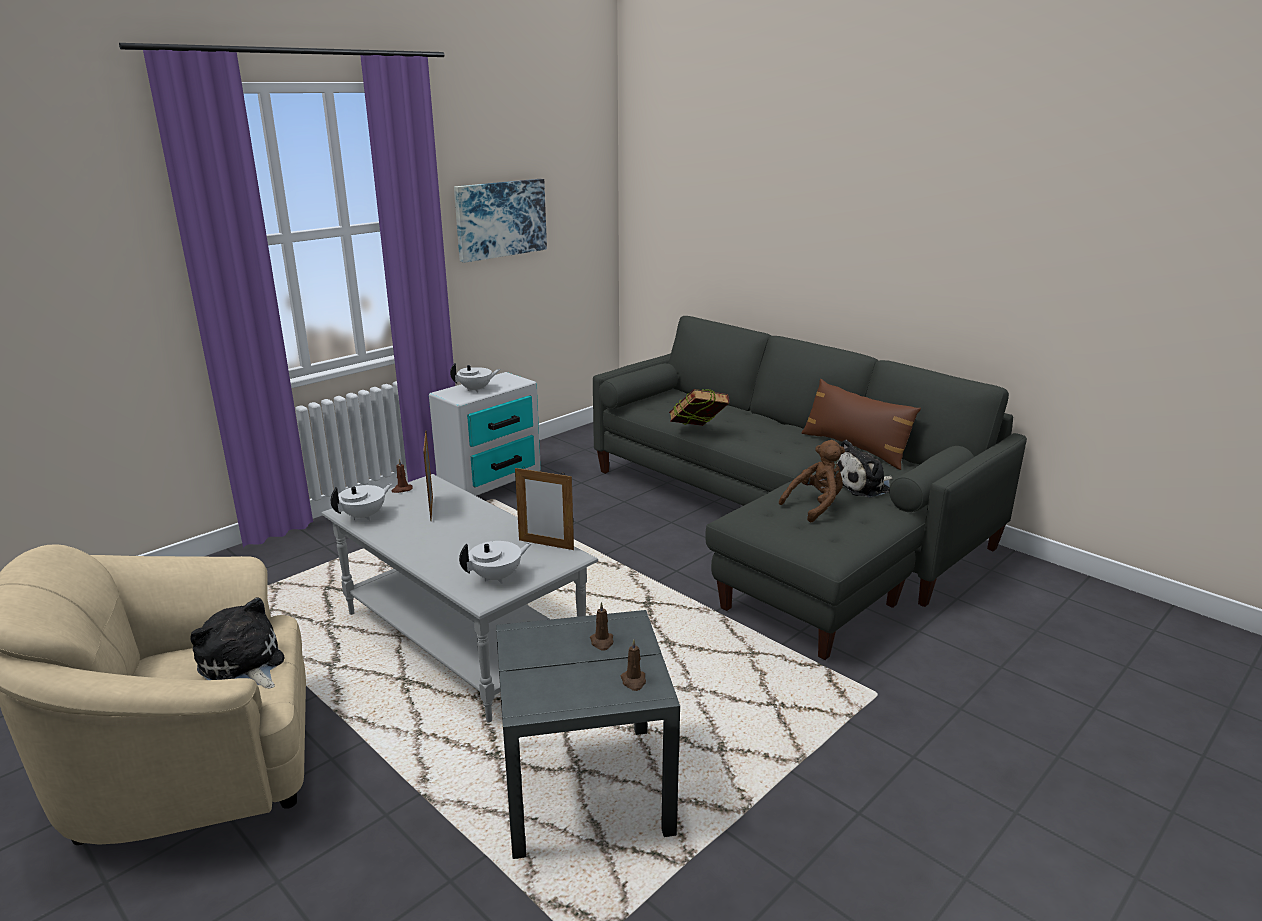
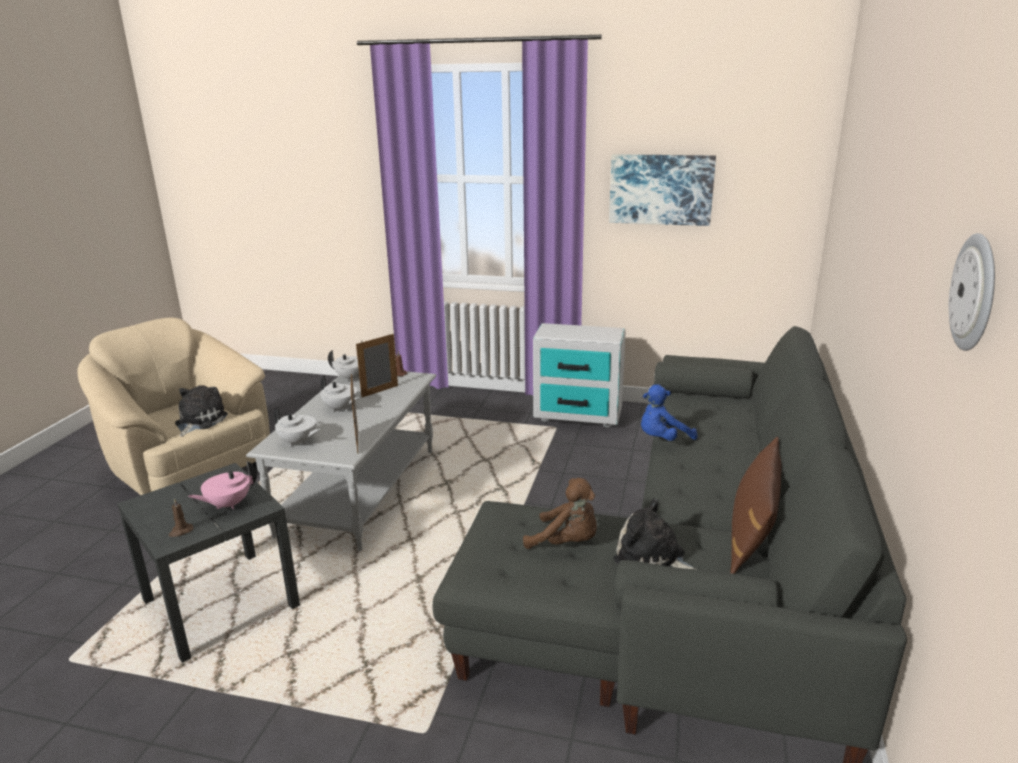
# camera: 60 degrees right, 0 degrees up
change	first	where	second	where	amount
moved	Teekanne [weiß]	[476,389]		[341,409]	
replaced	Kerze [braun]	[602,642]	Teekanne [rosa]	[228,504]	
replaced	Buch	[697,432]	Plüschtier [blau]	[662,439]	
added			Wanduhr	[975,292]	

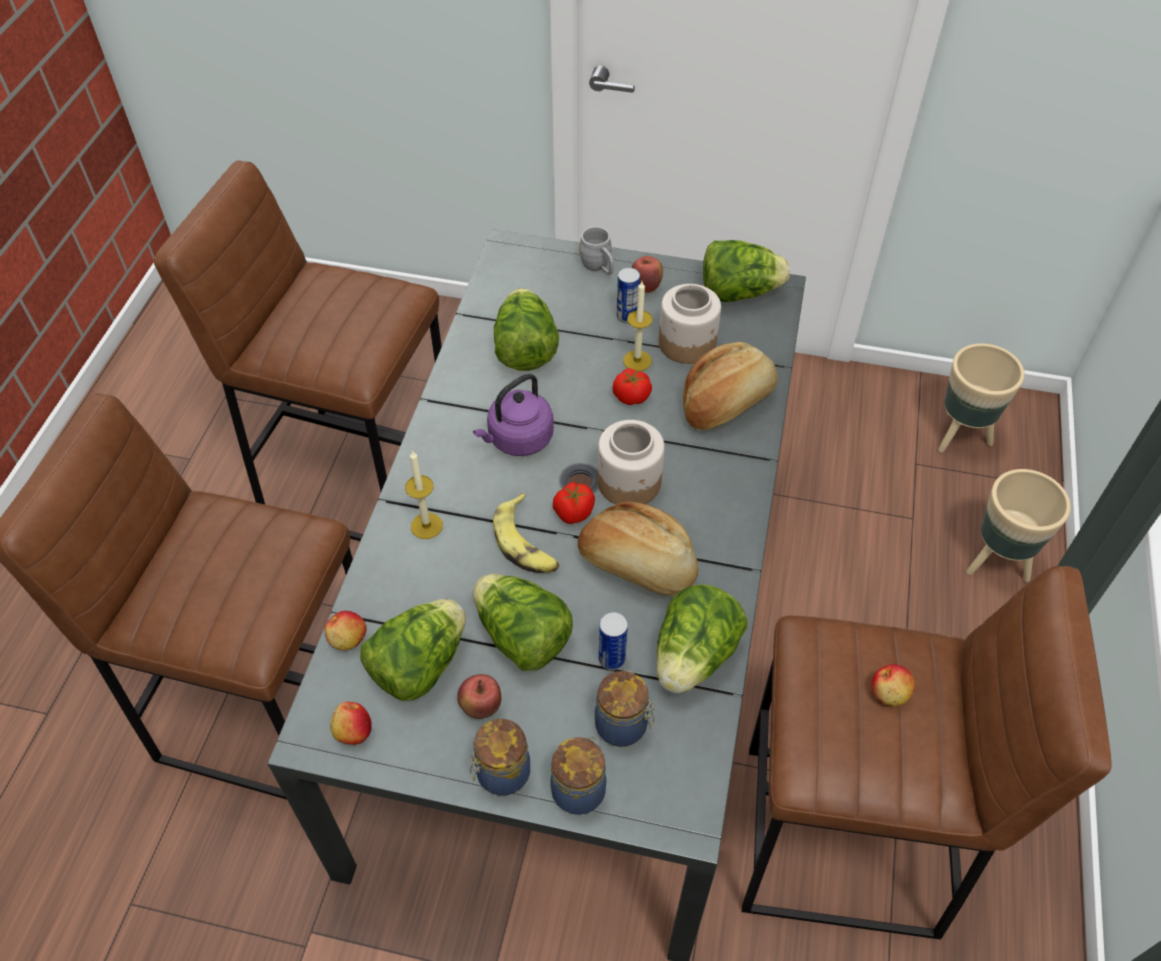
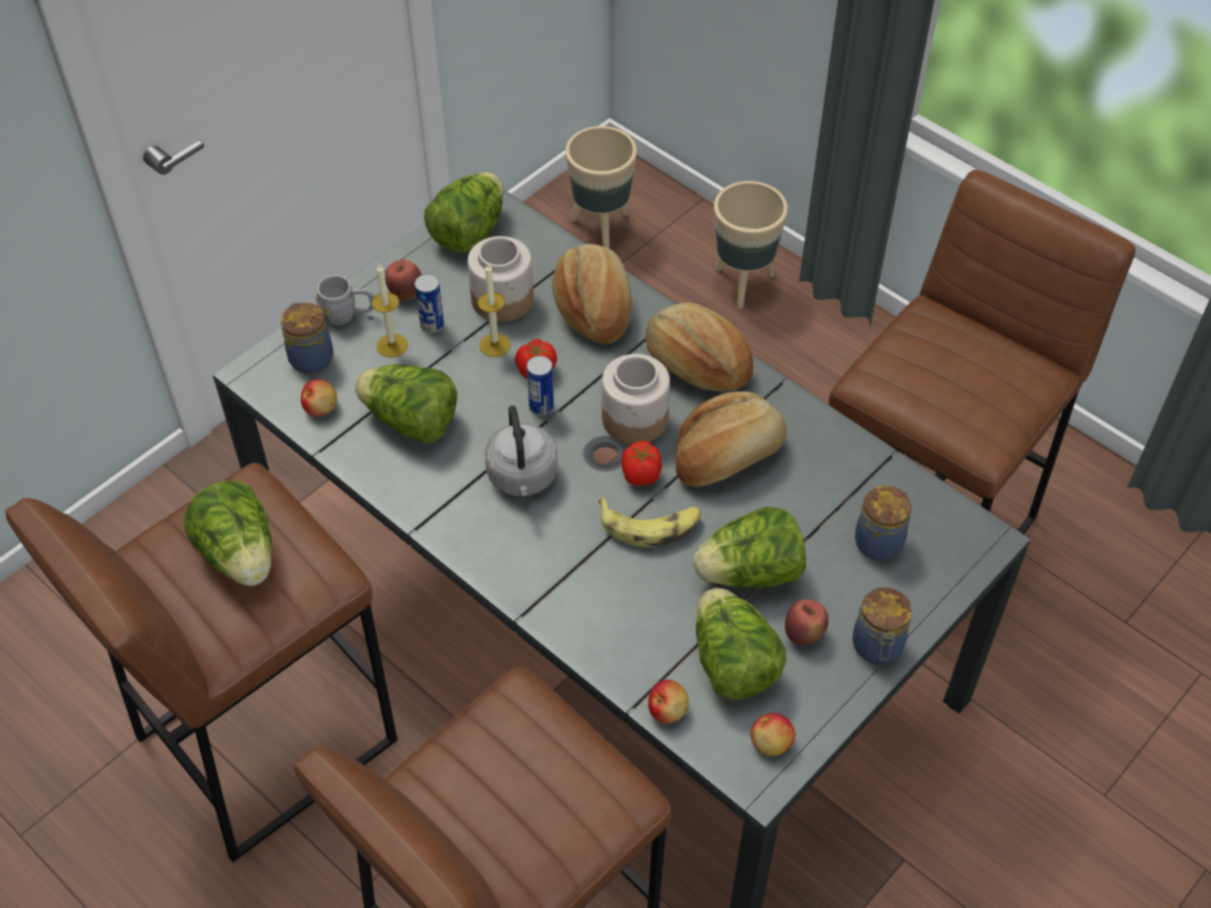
# camera: 60 degrees left, 0 degrees up
change	first	where	second	where	amount
moved	Kerze	[426,526]		[392,345]	
recoloured	Wasserkessel [lila]	[517,439]	Wasserkessel [grau]	[523,478]	
moved	Vorratsglas	[580,789]		[310,357]	
moved	Dose	[611,659]		[541,407]	
moved	Salatkopf	[694,657]		[240,555]	
moved	Apfel	[889,693]		[321,407]	
added			Brot	[697,363]	

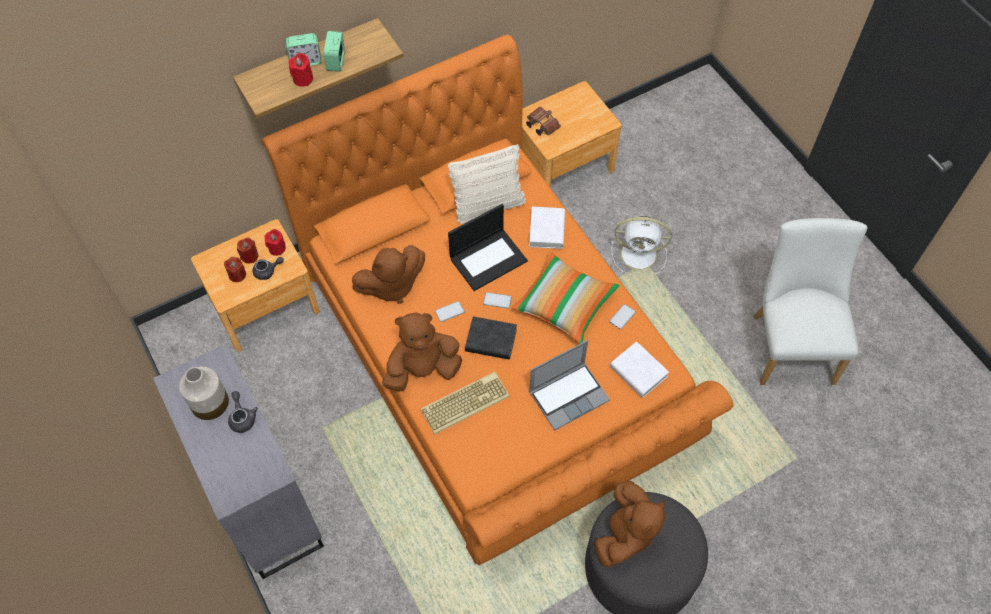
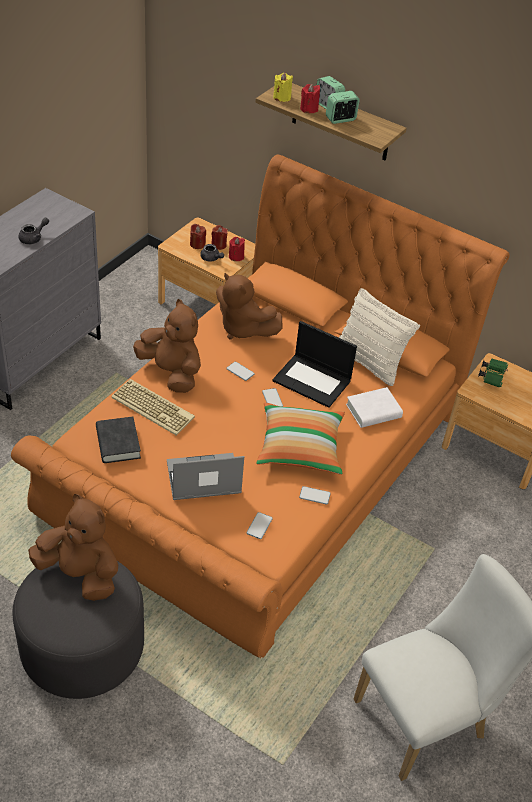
# camera: 60 degrees right, 15 degrees down
change	first	where	second	where	amount
removed	Vase [beige]	[210,402]			
moved	Buch [schwarz]	[491,341]		[118,443]	
recoloured	Fernglas [braun]	[541,125]	Fernglas [grün]	[492,376]	
turned	Laptop	[569,395]		[202,479]	135 degrees clockwise
turned	Plüschtier [braun]	[625,534]		[80,574]	150 degrees counterclockwise
replaced	Buch [weiß]	[638,372]	Handy	[259,526]	
removed	Ventilator [weiß]	[640,254]			
added			Kerze [gelb]	[282,97]	

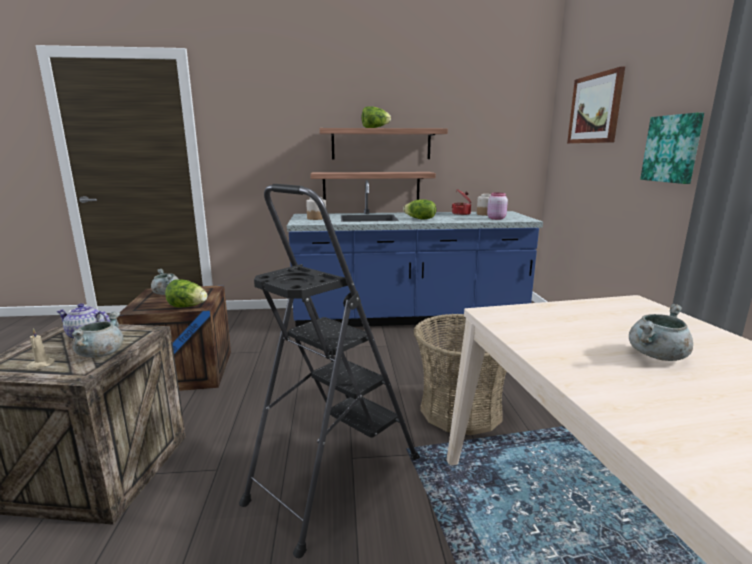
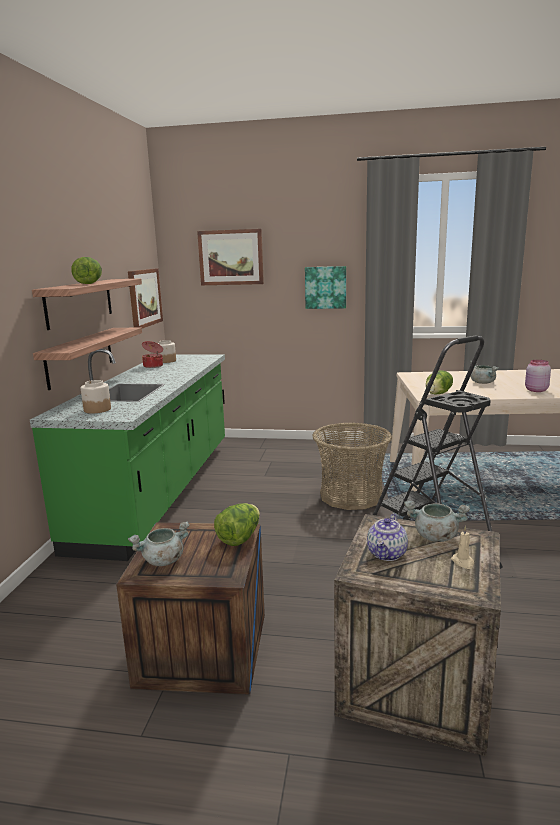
# camera: 75 degrees left, 0 degrees up
change	first	where	second	where	amount
recoloured	Küchenzeile [blau]	[409,317]	Küchenzeile [grün]	[159,491]	
moved	Salatkopf	[420,219]		[438,394]	
moved	Vorratsglas [rosa]	[496,218]		[535,390]	
added			Bild	[144,298]	

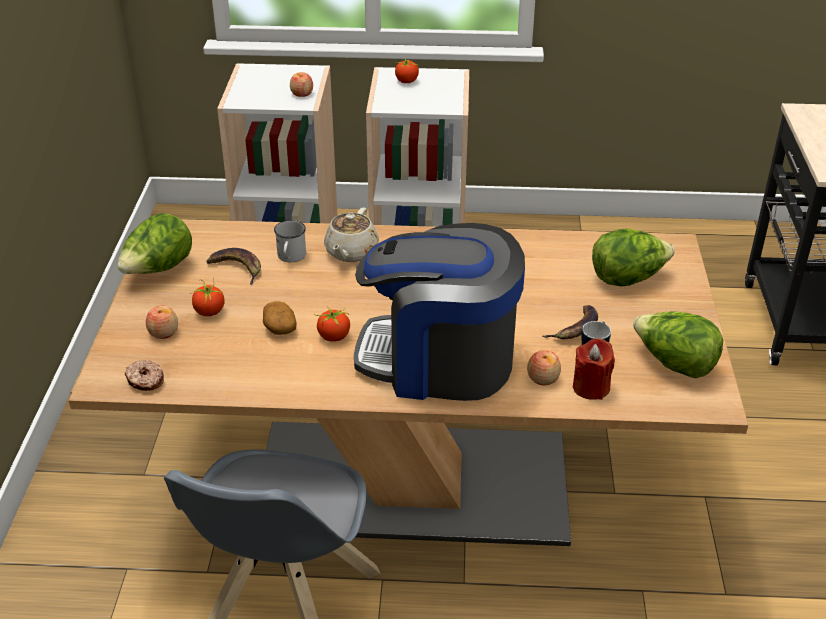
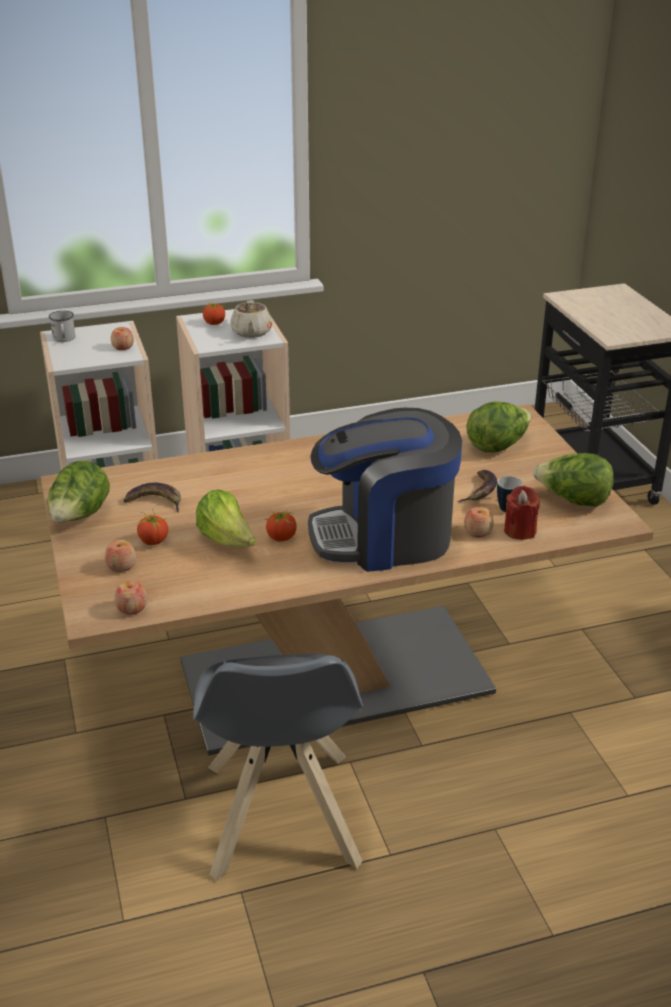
# camera: 20 degrees left, 5 degrees down
change	first	where	second	where	amount
replaced	Donut	[145,381]	Apfel	[132,608]	
replaced	Kartoffel	[279,327]	Salatkopf	[227,540]	
moved	Henkelbecher [weiß]	[290,257]		[64,339]	
moved	Teekanne [beige]	[351,252]		[251,332]	

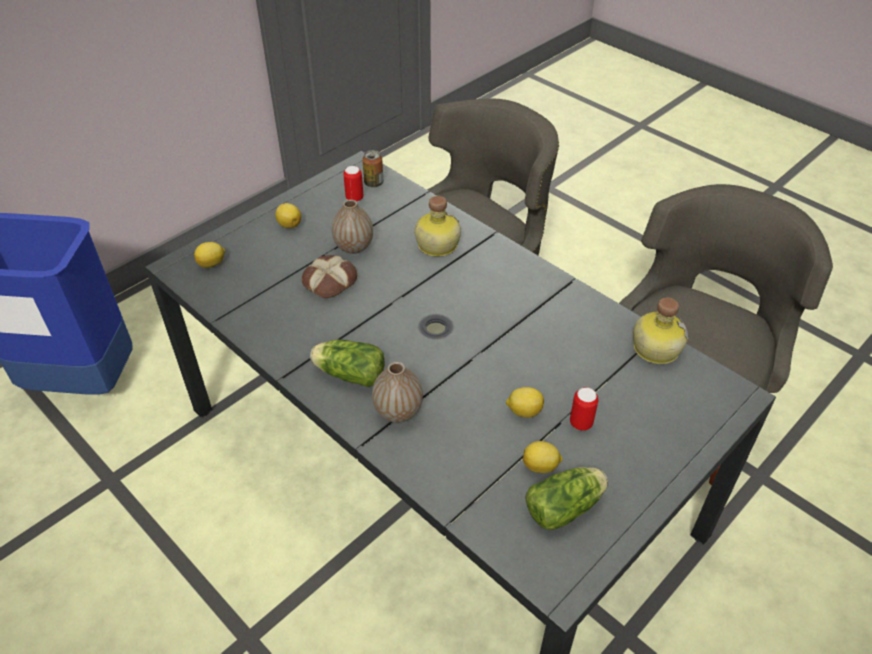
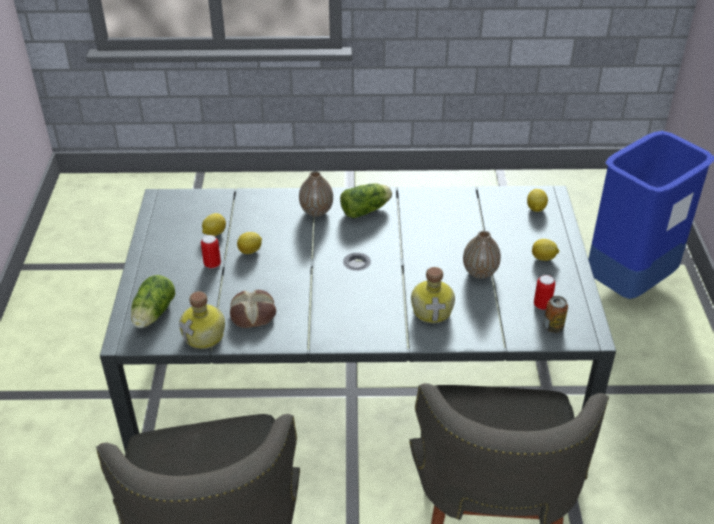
# camera: 135 degrees right, 5 degrees down
change	first	where	second	where	amount
moved	Brot	[329,281]		[253,313]	
moved	Salatkopf	[566,506]		[152,315]	

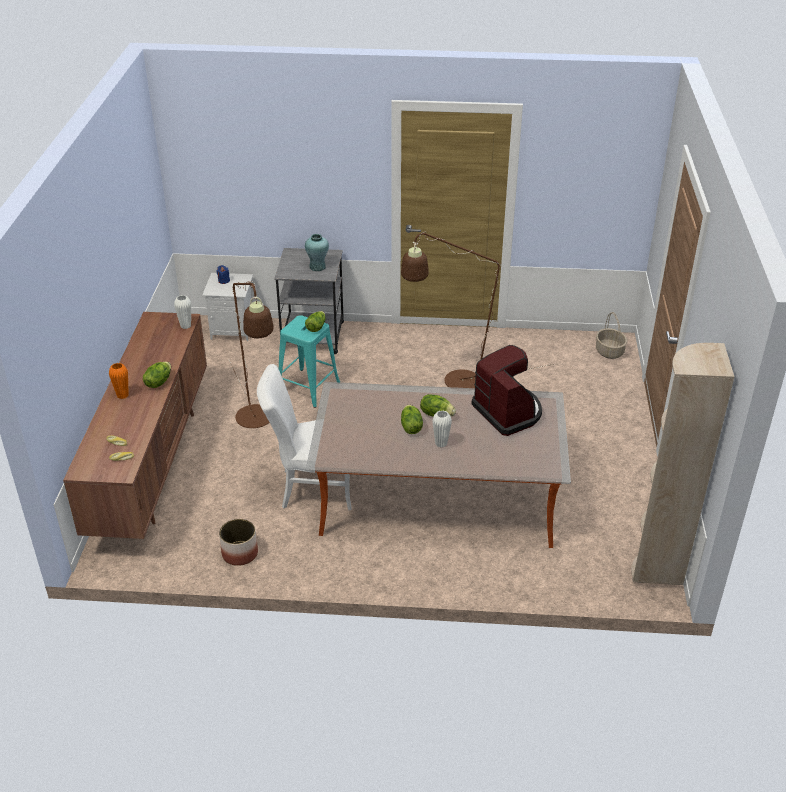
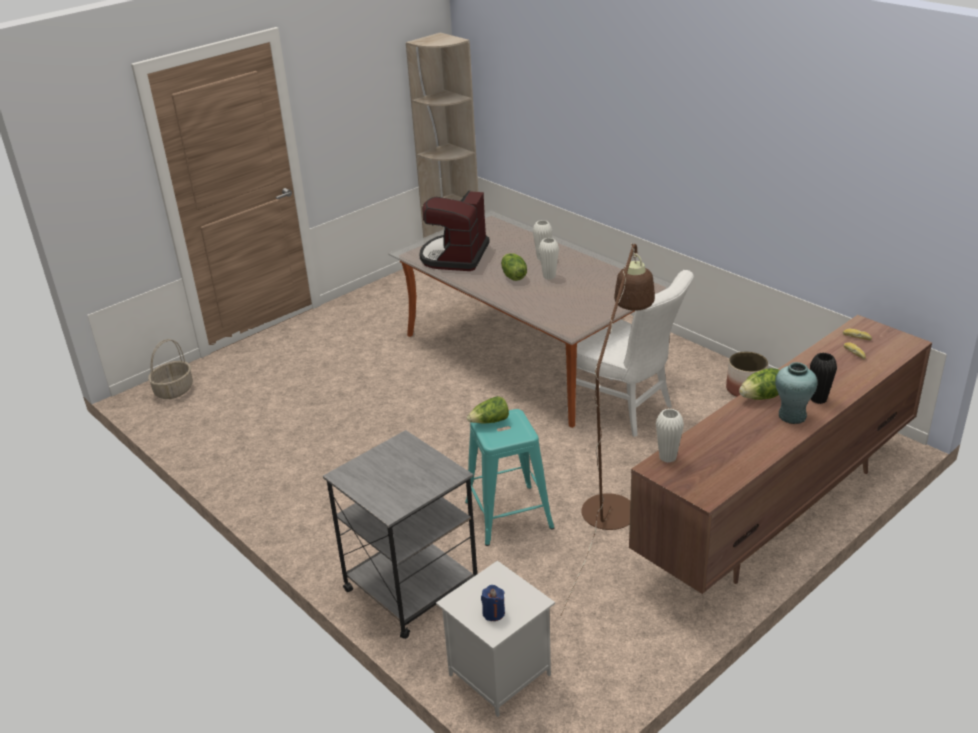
# camera: 135 degrees left, 5 degrees down
change	first	where	second	where	amount
recoloured	Vase [orange]	[122,395]	Vase [schwarz]	[818,399]	
moved	Vase [türkis]	[317,267]		[792,416]	
removed	Stehlampe [braun]	[453,382]			
replaced	Salatkopf	[410,427]	Vase [weiß]	[549,276]	

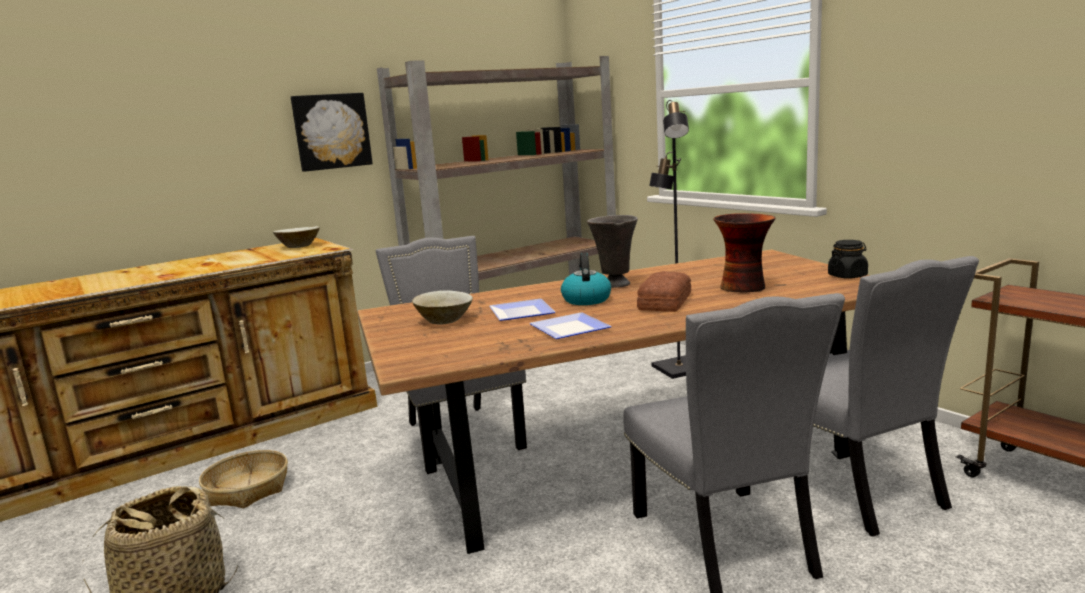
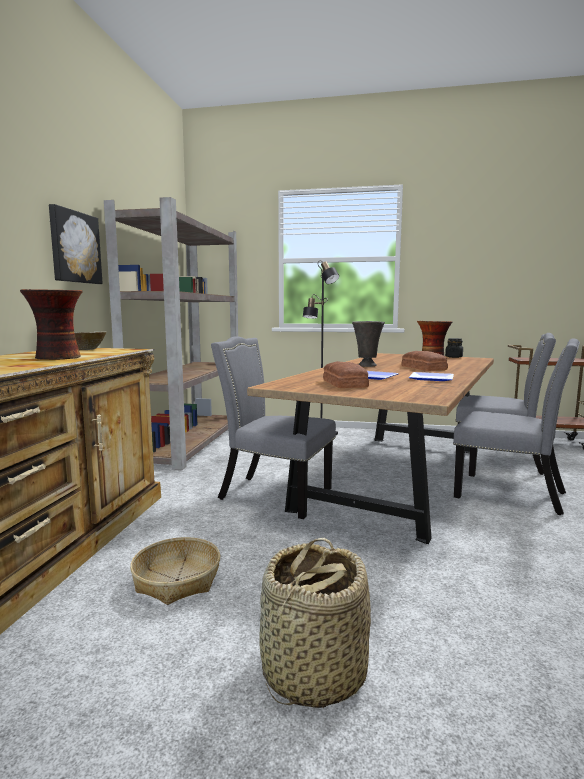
# camera: 45 degrees left, 5 degrees down
change	first	where	second	where	amount
replaced	Schüssel [beige]	[445,321]	Brot	[343,384]	
removed	Wasserkessel	[586,299]			
added			Vase	[57,358]	

